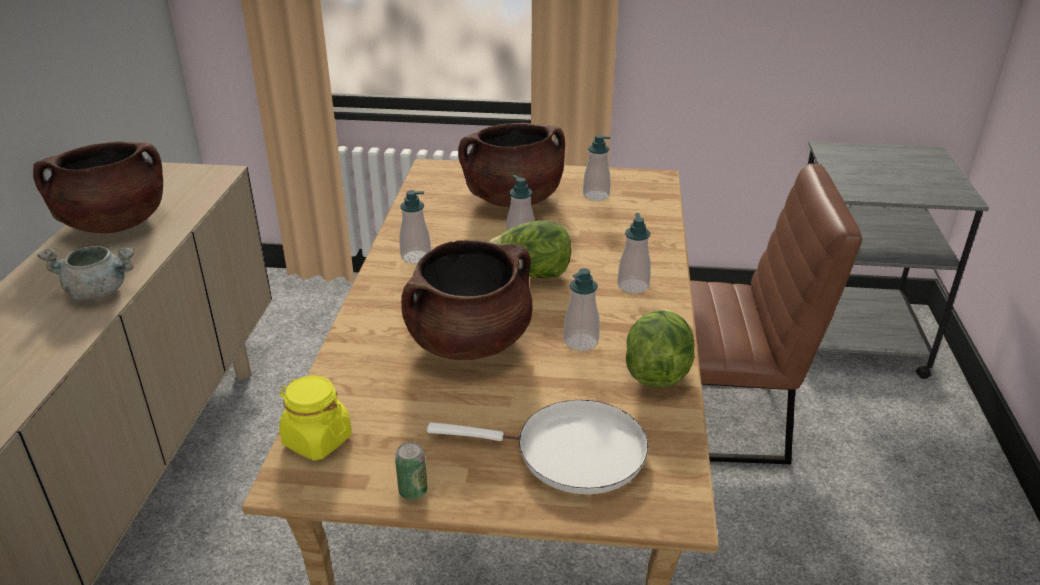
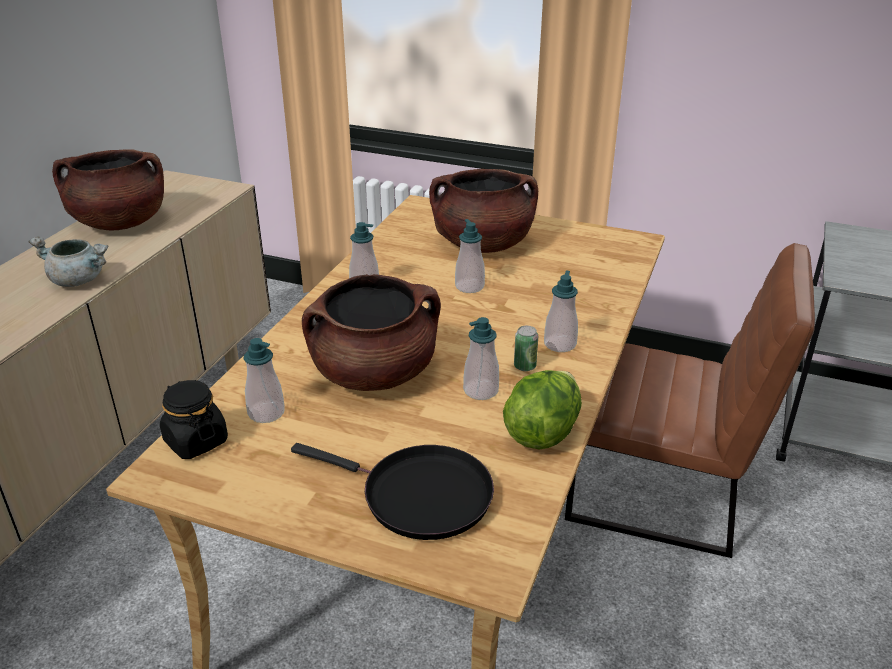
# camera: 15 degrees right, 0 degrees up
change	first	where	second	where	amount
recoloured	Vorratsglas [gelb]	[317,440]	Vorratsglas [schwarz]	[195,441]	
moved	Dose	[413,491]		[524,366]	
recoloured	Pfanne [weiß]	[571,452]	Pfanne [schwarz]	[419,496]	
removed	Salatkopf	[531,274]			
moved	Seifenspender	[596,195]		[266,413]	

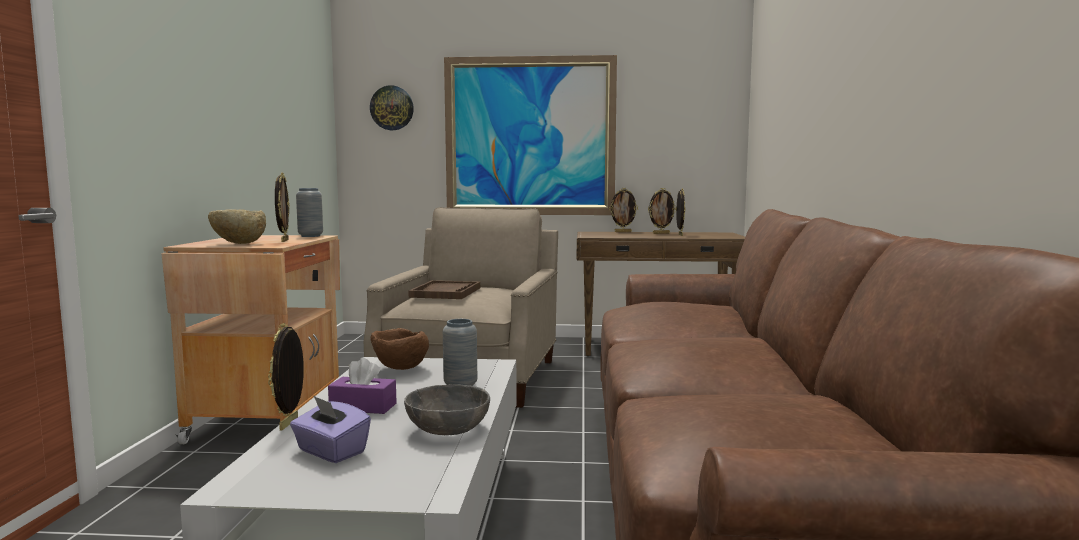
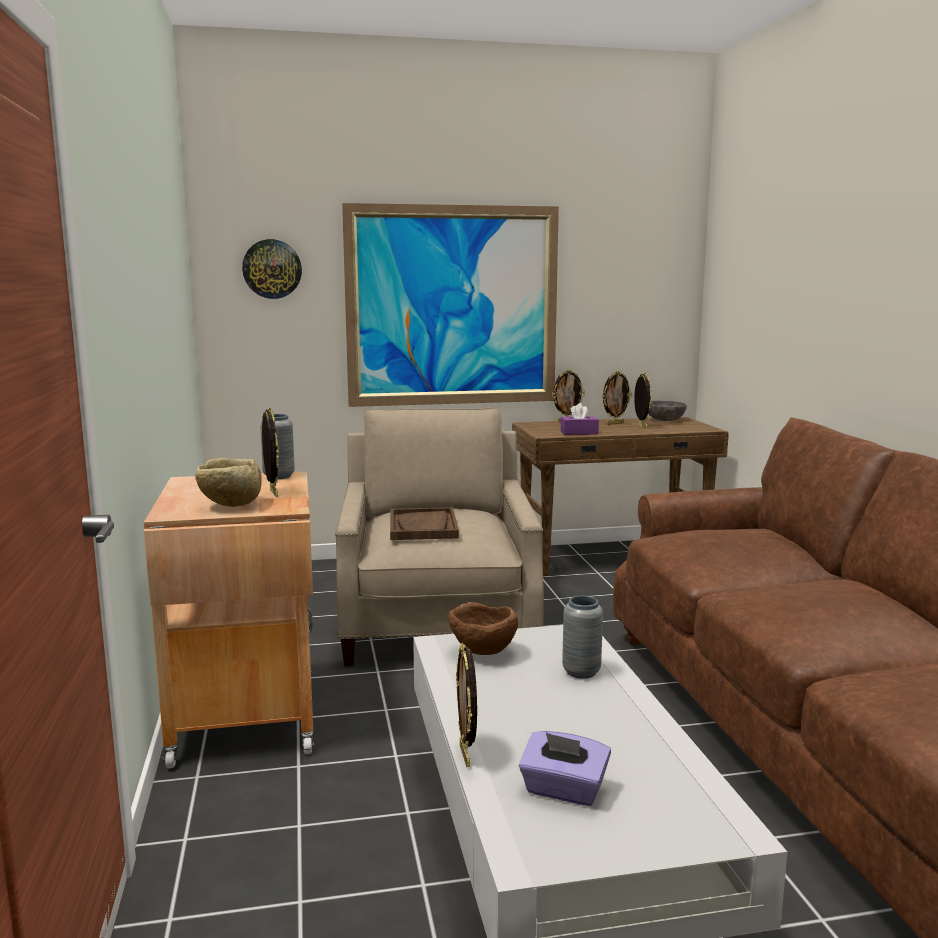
# camera: 15 degrees left, 5 degrees up
change	first	where	second	where	amount
moved	Taschentuchbox [lila]	[363,407]		[579,433]	
moved	Schüssel [grau]	[447,429]		[664,420]	

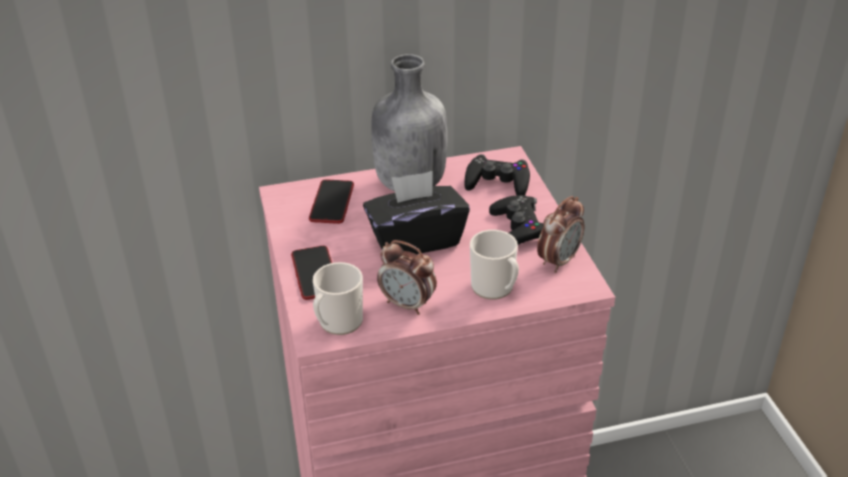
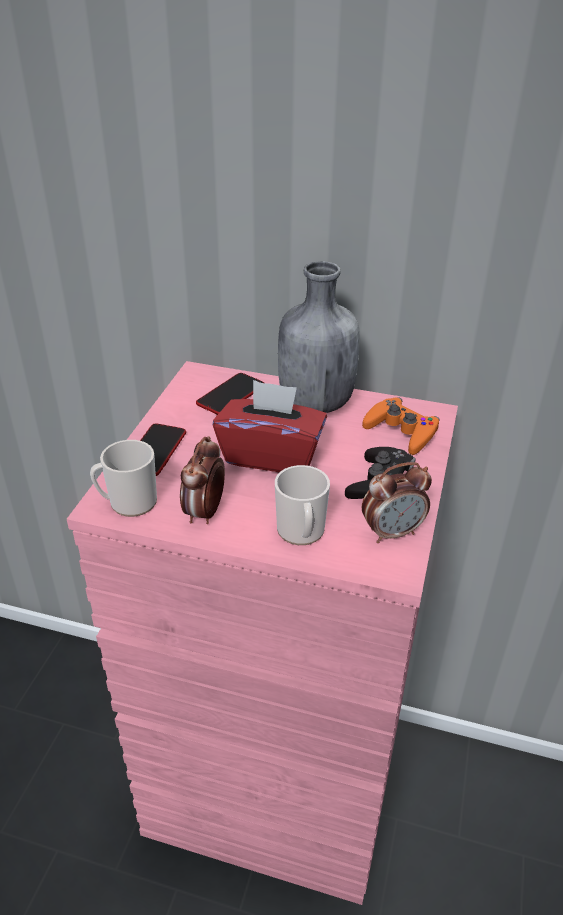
# camera: 30 degrees right, 0 degrees up
change	first	where	second	where	amount
recoloured	Taschentuchbox [schwarz]	[415,239]	Taschentuchbox [rot]	[271,455]	
turned	Wecker	[407,304]		[205,512]	45 degrees clockwise
recoloured	Gamepad [schwarz]	[497,182]	Gamepad [orange]	[401,431]	

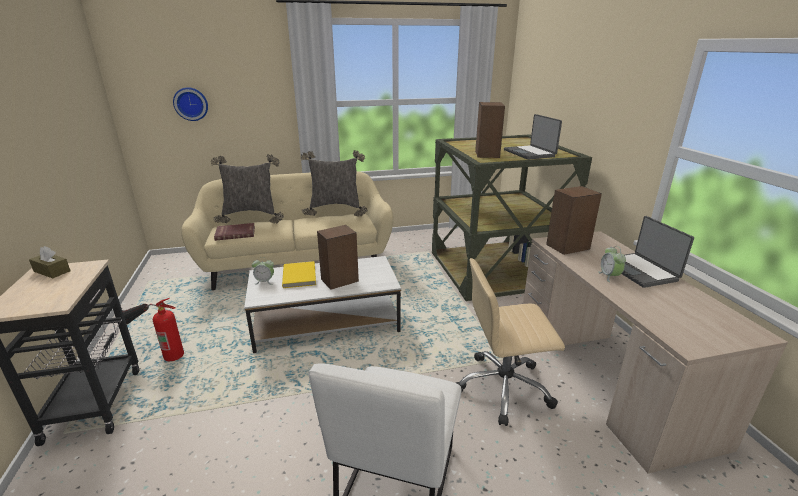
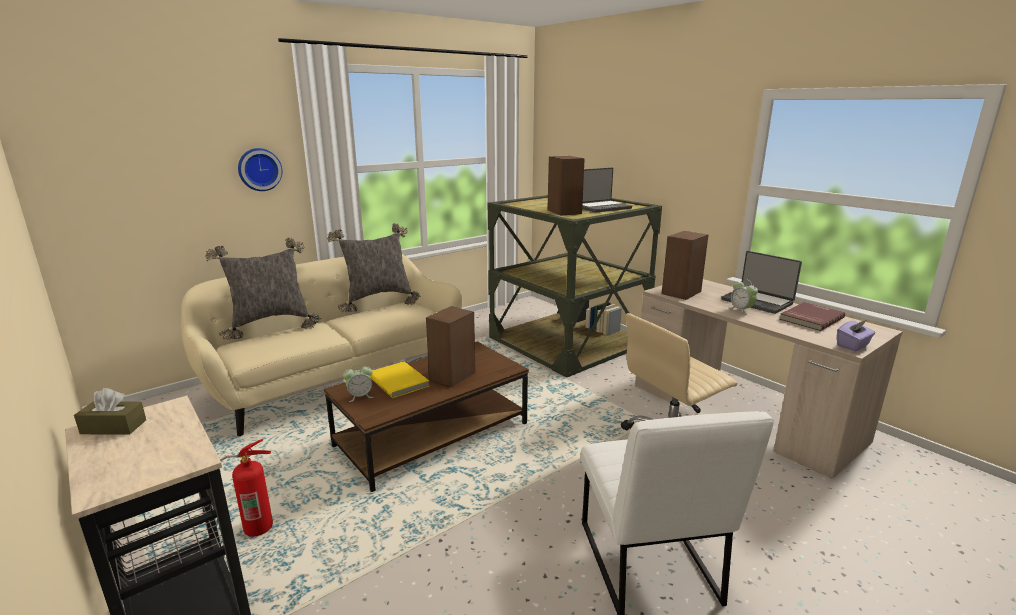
# camera: 25 degrees left, 5 degrees down
change	first	where	second	where	amount
moved	Wanduhr	[191,104]		[259,169]	
moved	Buch [rot]	[235,233]		[810,318]	
recoloured	Couchtisch [weiß]	[326,322]	Couchtisch [braun]	[432,434]	
turned	Laptop	[530,153]		[602,207]	75 degrees counterclockwise
added			Taschentuchbox [lila]	[853,345]	

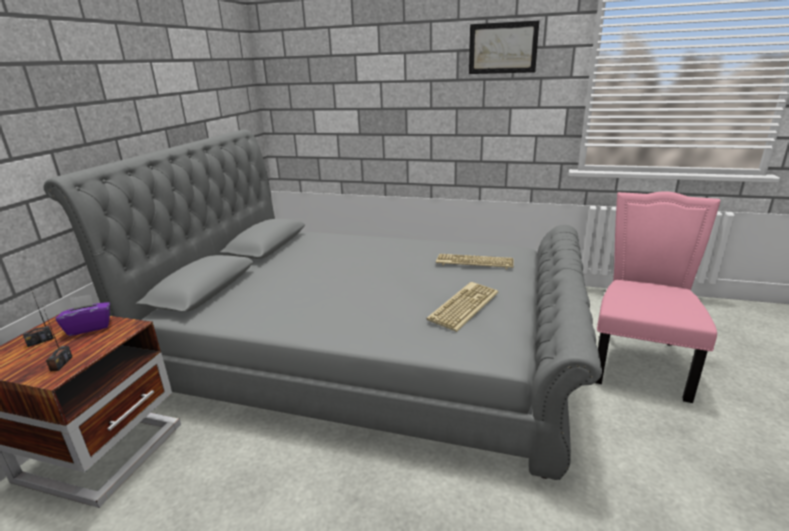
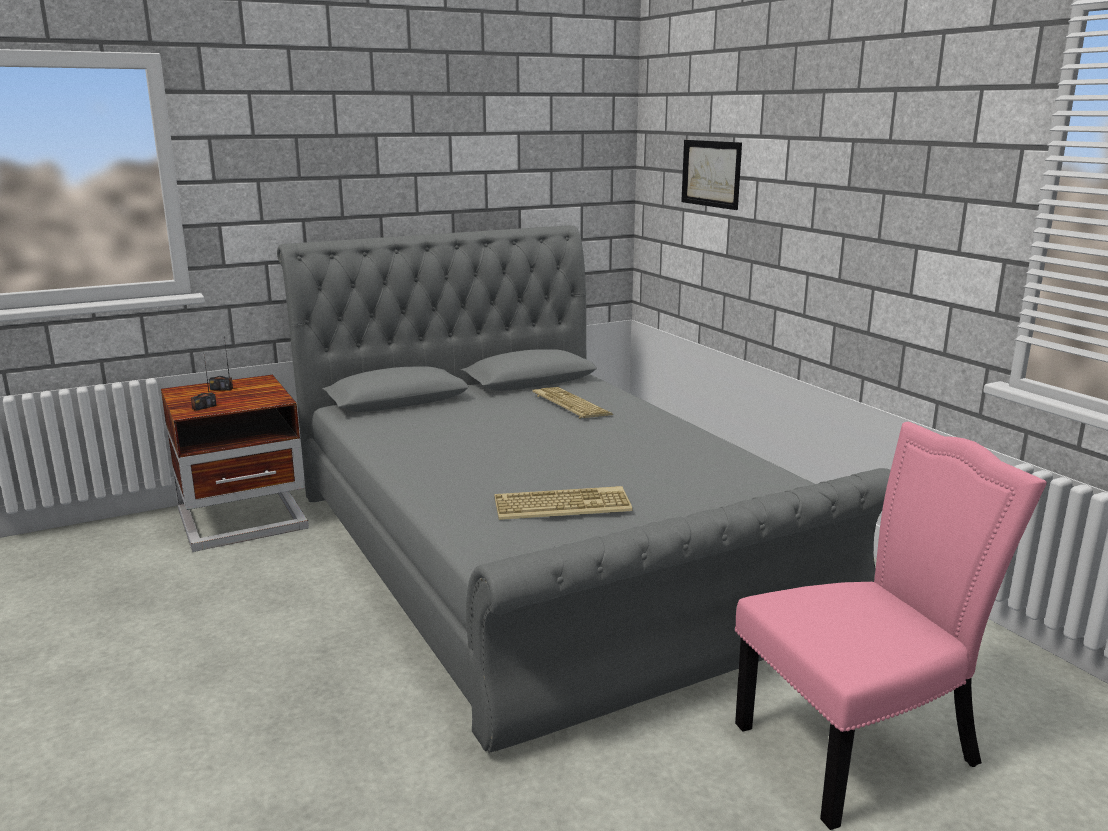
# camera: 45 degrees right, 5 degrees down
change	first	where	second	where	amount
removed	Taschentuchbox [lila]	[89,327]			
moved	Tastatur	[473,262]		[569,404]	
moved	Bild	[502,48]		[711,173]	

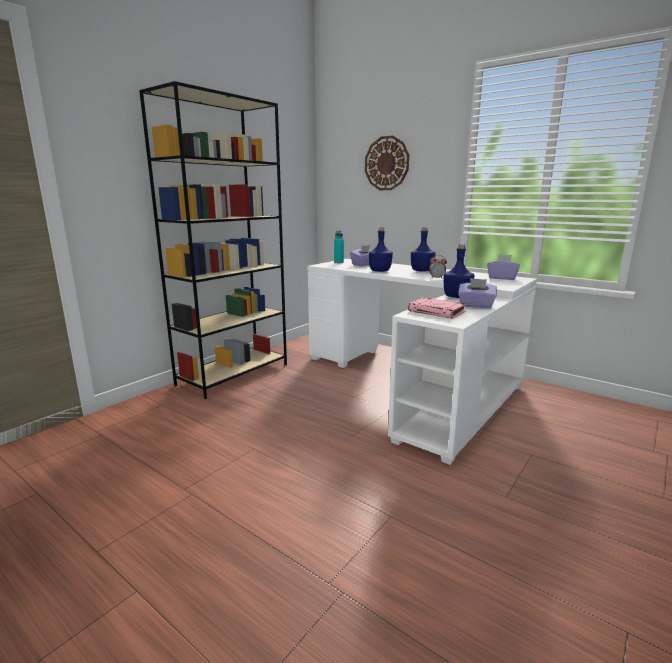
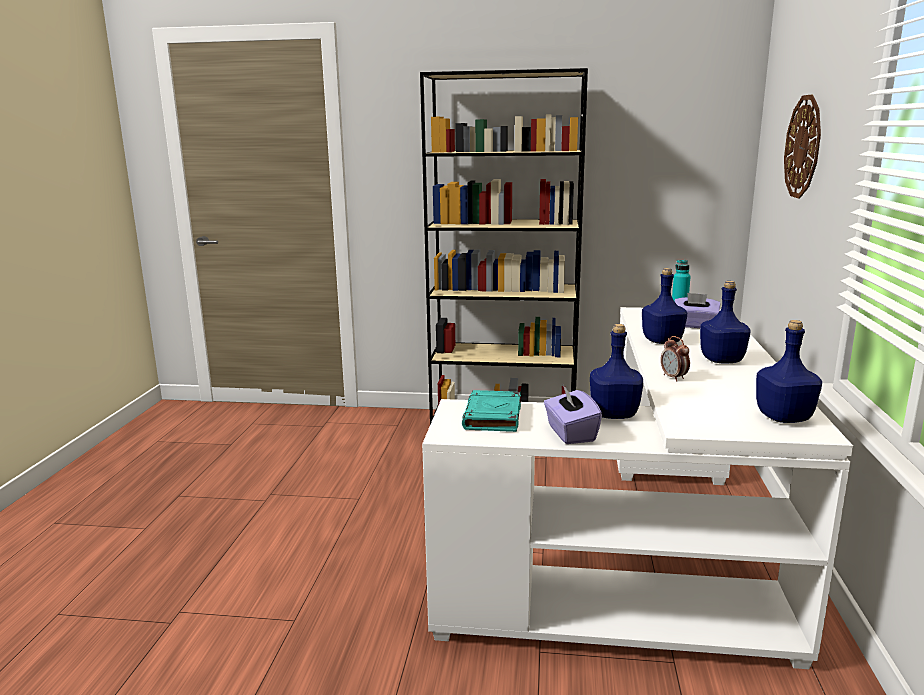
# camera: 60 degrees right, 0 degrees up
change	first	where	second	where	amount
recoloured	Buch [rosa]	[437,312]	Buch [türkis]	[493,417]	
replaced	Taschentuchbox [lila]	[502,278]	Flasche [blau]	[782,417]	

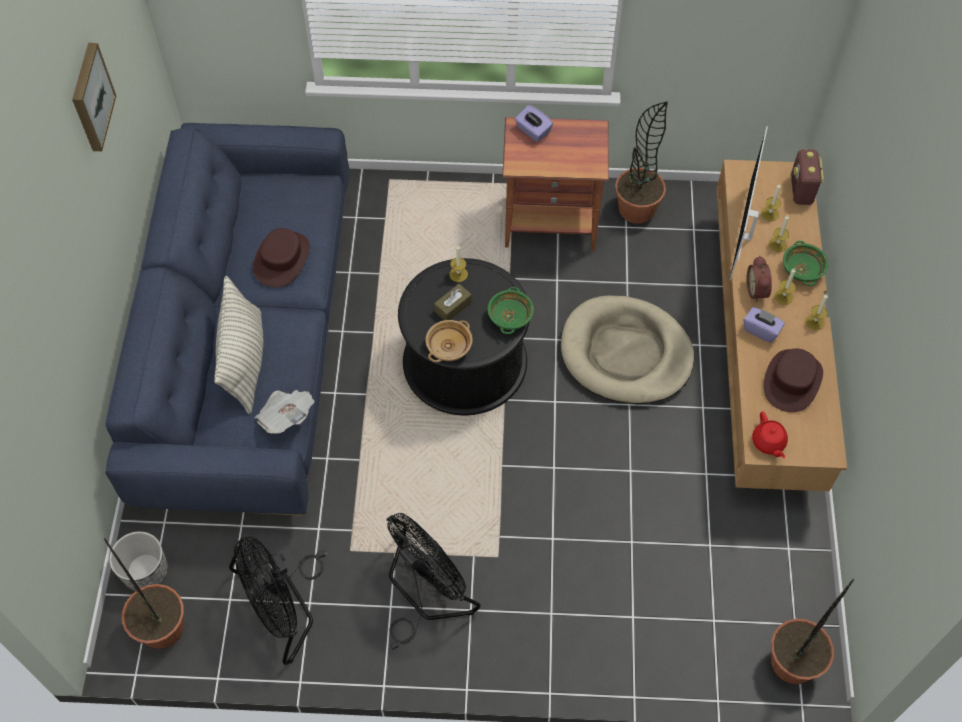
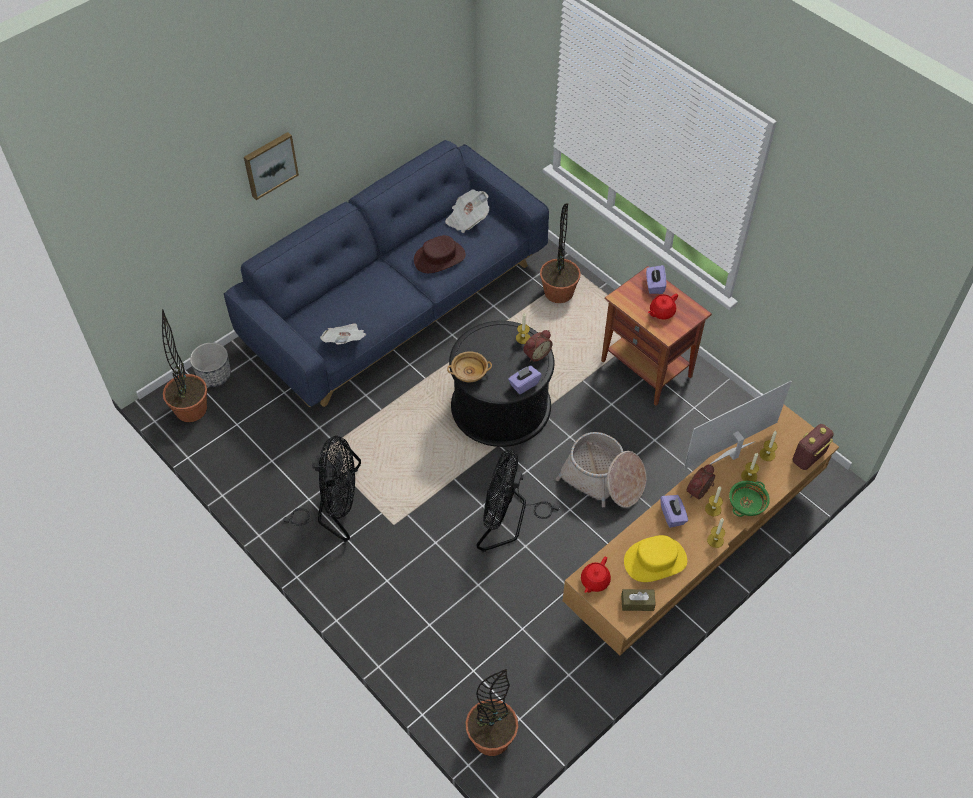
# camera: 45 degrees right, 5 degrees down
change	first	where	second	where	amount
moved	Bild	[90,97]		[269,164]	
removed	Kissen	[245,361]			
moved	Ventilator [schwarz]	[283,602]		[509,516]	
moved	Taschentuchbox [braun]	[453,307]		[637,603]	
replaced	Schüssel [grün]	[510,317]	Taschentuchbox [lila]	[524,384]	
replaced	Hundebett [beige]	[625,354]	Korb	[603,479]	
moved	Topfpflanze	[636,209]		[558,292]	
recoloured	Hut [braun]	[792,380]	Hut [gelb]	[655,560]	
added			Zeitung	[467,219]	
added			Wecker	[536,354]	
added			Teekanne [rot]	[661,312]	

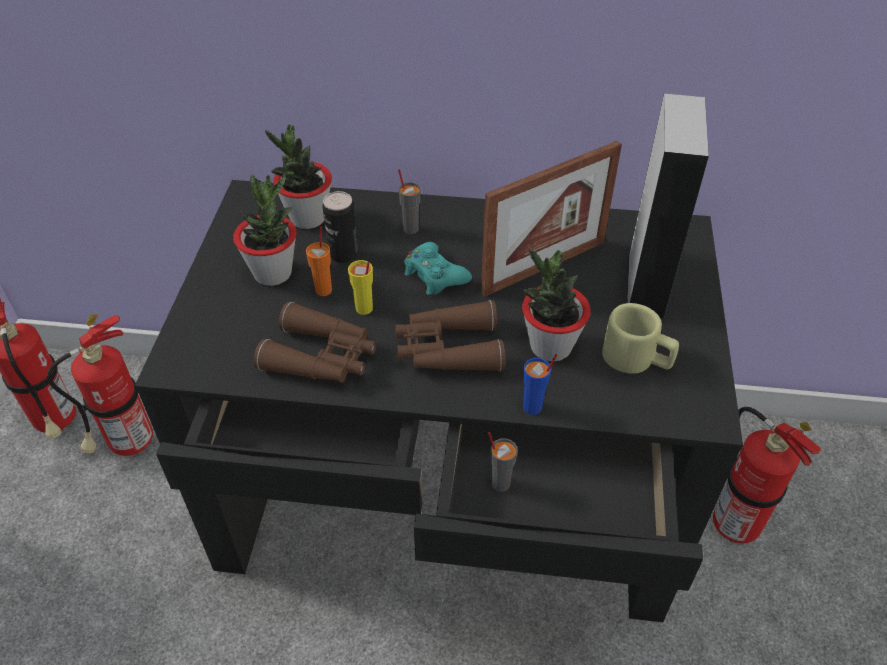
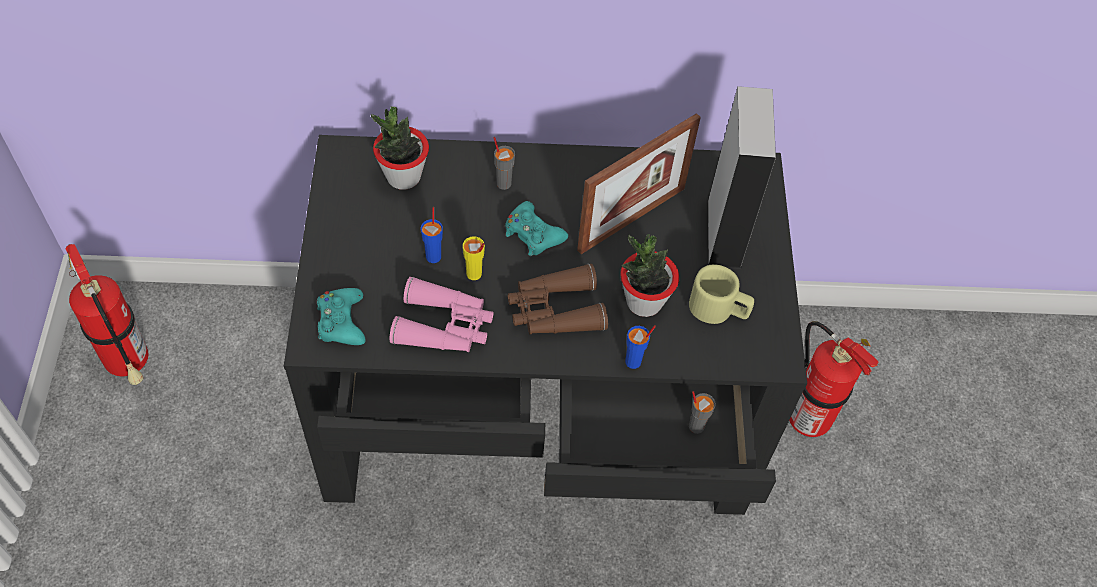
# camera: 10 degrees left, 10 degrees up
change	first	where	second	where	amount
removed	Feuerlöscher	[127,445]			
removed	Topfpflanze	[273,273]			
recoloured	Fernglas [braun]	[322,357]	Fernglas [rosa]	[445,326]	
recoloured	Tasse [orange]	[324,290]	Tasse [blau]	[434,256]	
removed	Dose	[343,254]			
moved	Tasse [grau]	[500,483]		[696,426]	
added			Gamepad [türkis]	[341,322]	

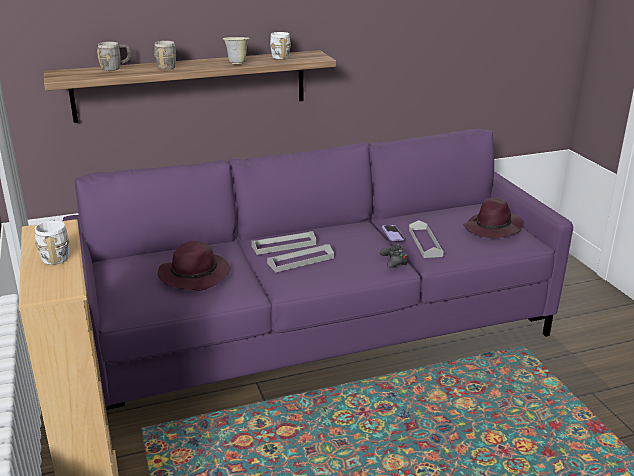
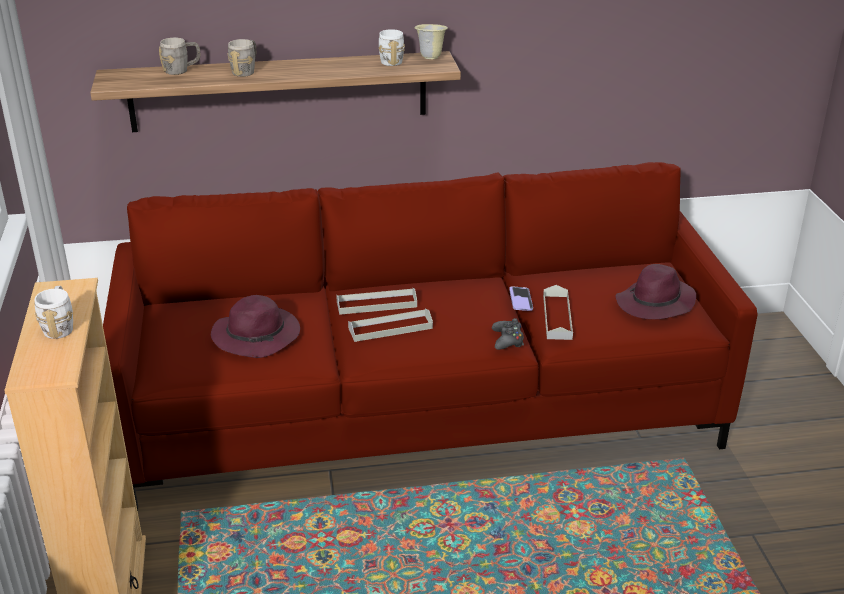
# camera: 10 degrees right, 5 degrees up
change	first	where	second	where	amount
recoloured	Sofa [lila]	[317,332]	Sofa [rot]	[422,412]	
moved	Henkelbecher [beige]	[237,63]		[431,57]	

